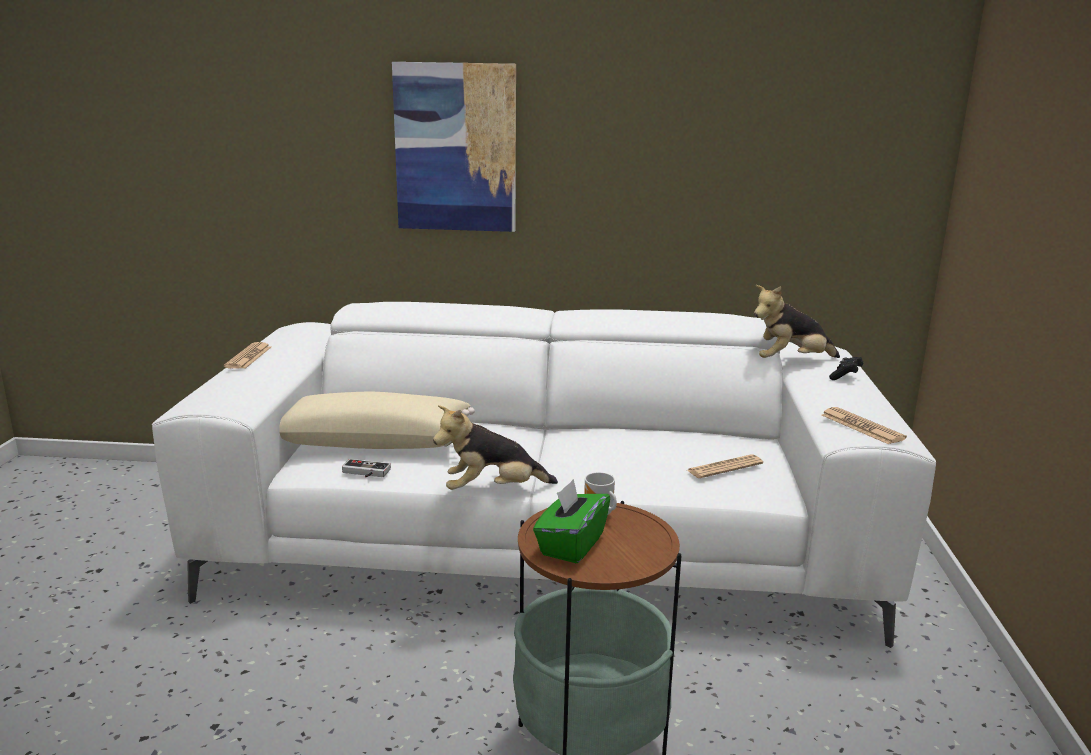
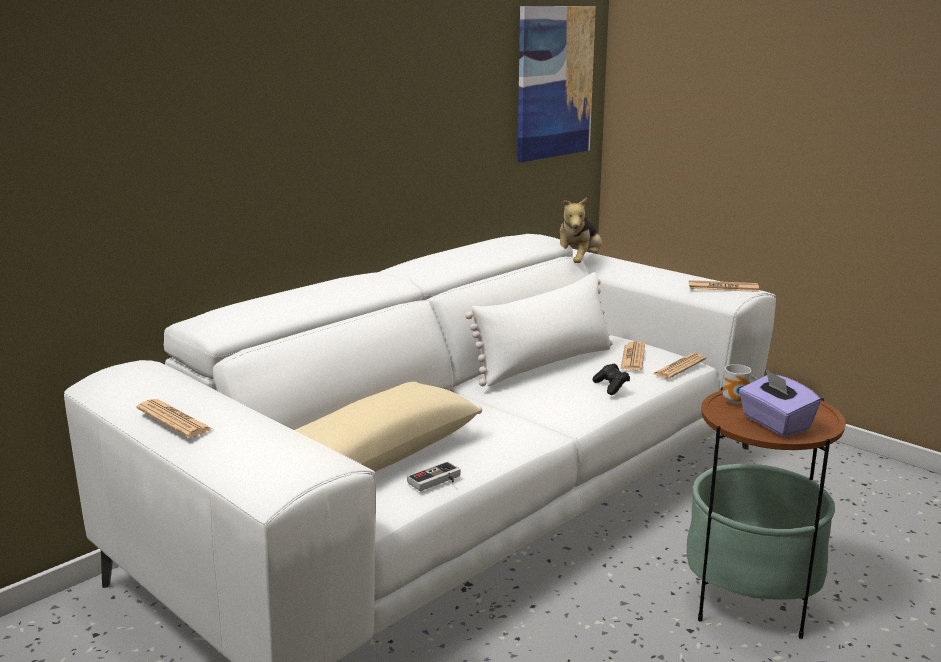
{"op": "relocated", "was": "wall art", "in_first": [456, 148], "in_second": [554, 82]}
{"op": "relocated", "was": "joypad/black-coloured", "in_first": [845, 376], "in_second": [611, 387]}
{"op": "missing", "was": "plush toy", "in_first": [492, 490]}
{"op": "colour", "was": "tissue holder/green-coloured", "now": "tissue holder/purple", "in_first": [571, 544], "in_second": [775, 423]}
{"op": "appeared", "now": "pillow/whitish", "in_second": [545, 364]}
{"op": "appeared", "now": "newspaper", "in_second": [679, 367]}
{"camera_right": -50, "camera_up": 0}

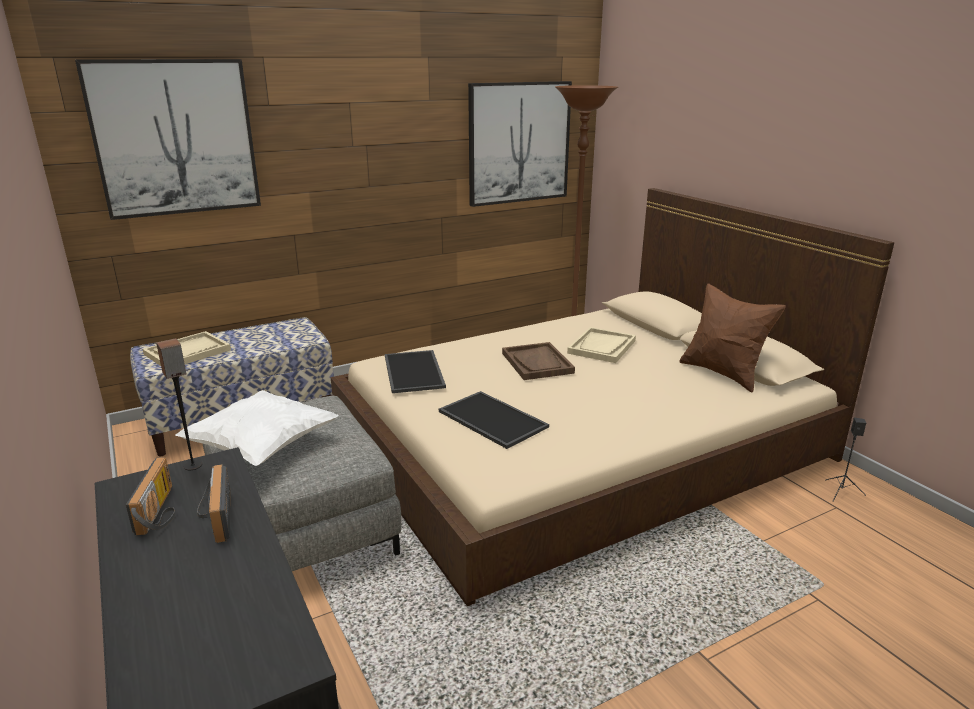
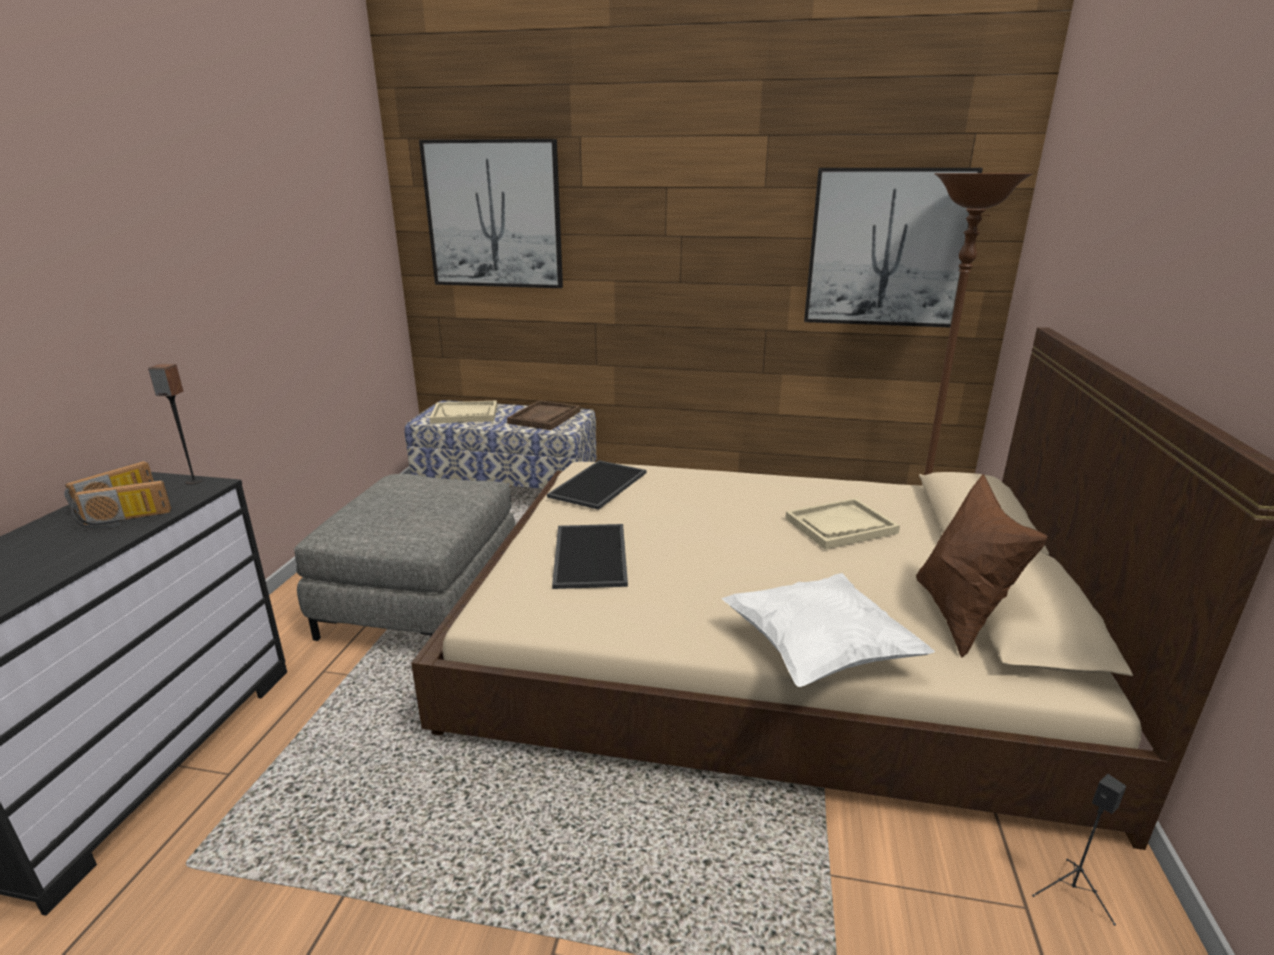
{"op": "relocated", "was": "serving tray/brown-coloured", "in_first": [537, 363], "in_second": [544, 417]}
{"op": "relocated", "was": "pillow/whitish", "in_first": [262, 447], "in_second": [818, 652]}
{"op": "spun", "was": "radio set", "in_first": [214, 517], "in_second": [124, 520], "clockwise": -135}
{"camera_right": 40, "camera_up": 0}

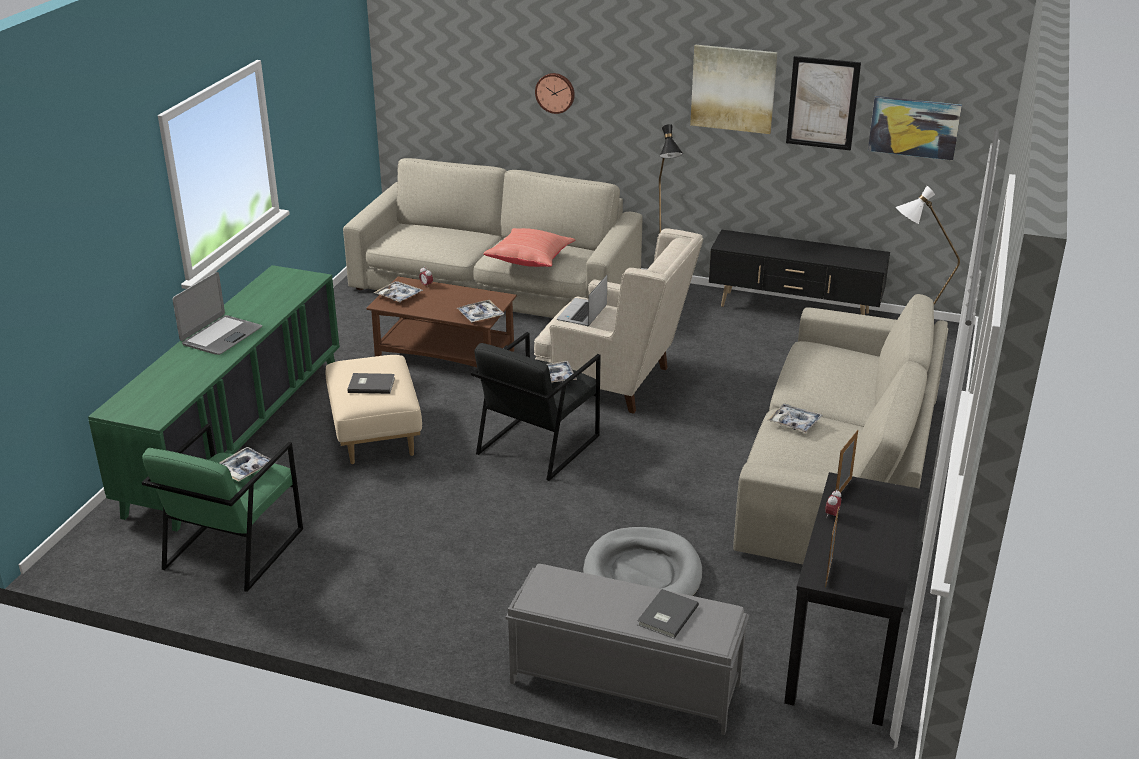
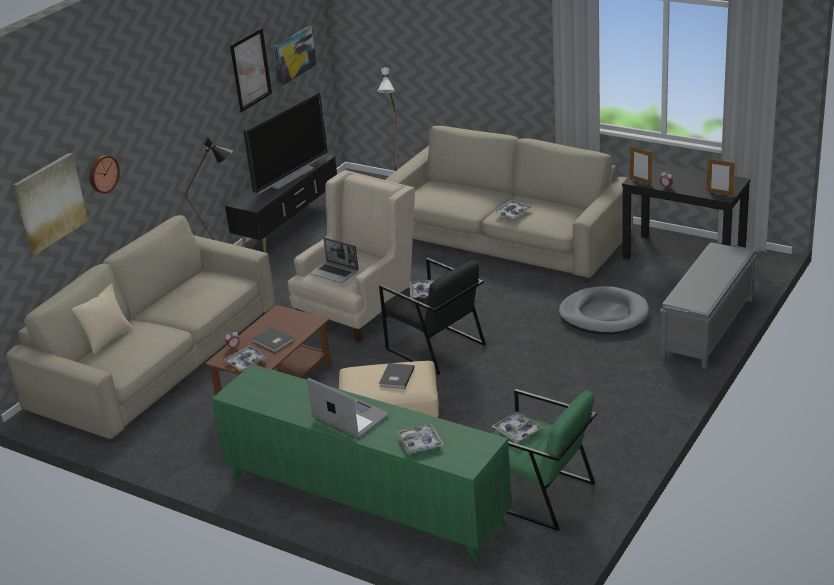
{"op": "relocated", "was": "wall art", "in_first": [733, 88], "in_second": [50, 203]}
{"op": "missing", "was": "pillow/red-coloured", "in_first": [530, 260]}
{"op": "relocated", "was": "serving tray", "in_first": [480, 315], "in_second": [420, 443]}
{"op": "relocated", "was": "volume/greyish", "in_first": [666, 615], "in_second": [272, 341]}
{"op": "appeared", "now": "TV", "in_second": [289, 177]}
{"op": "appeared", "now": "pillow/beige", "in_second": [108, 339]}
{"camera_right": -75, "camera_up": 0}

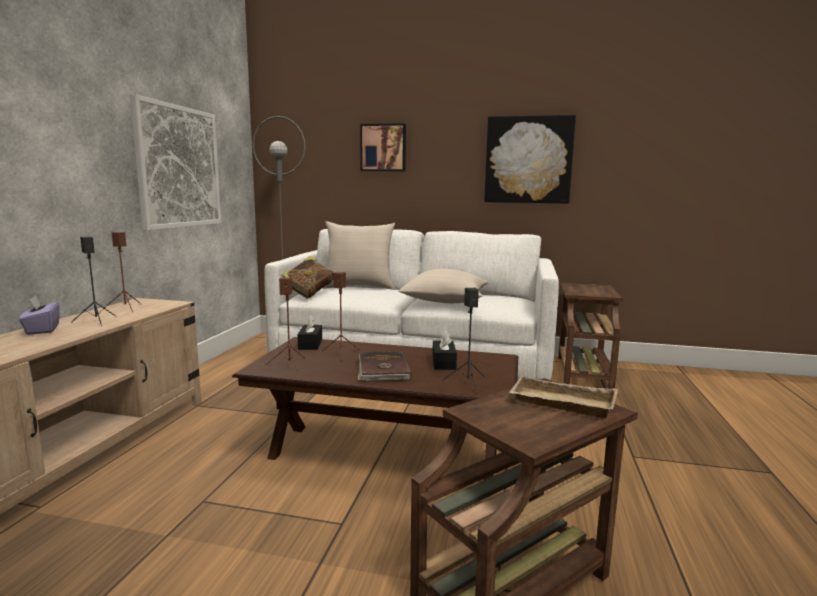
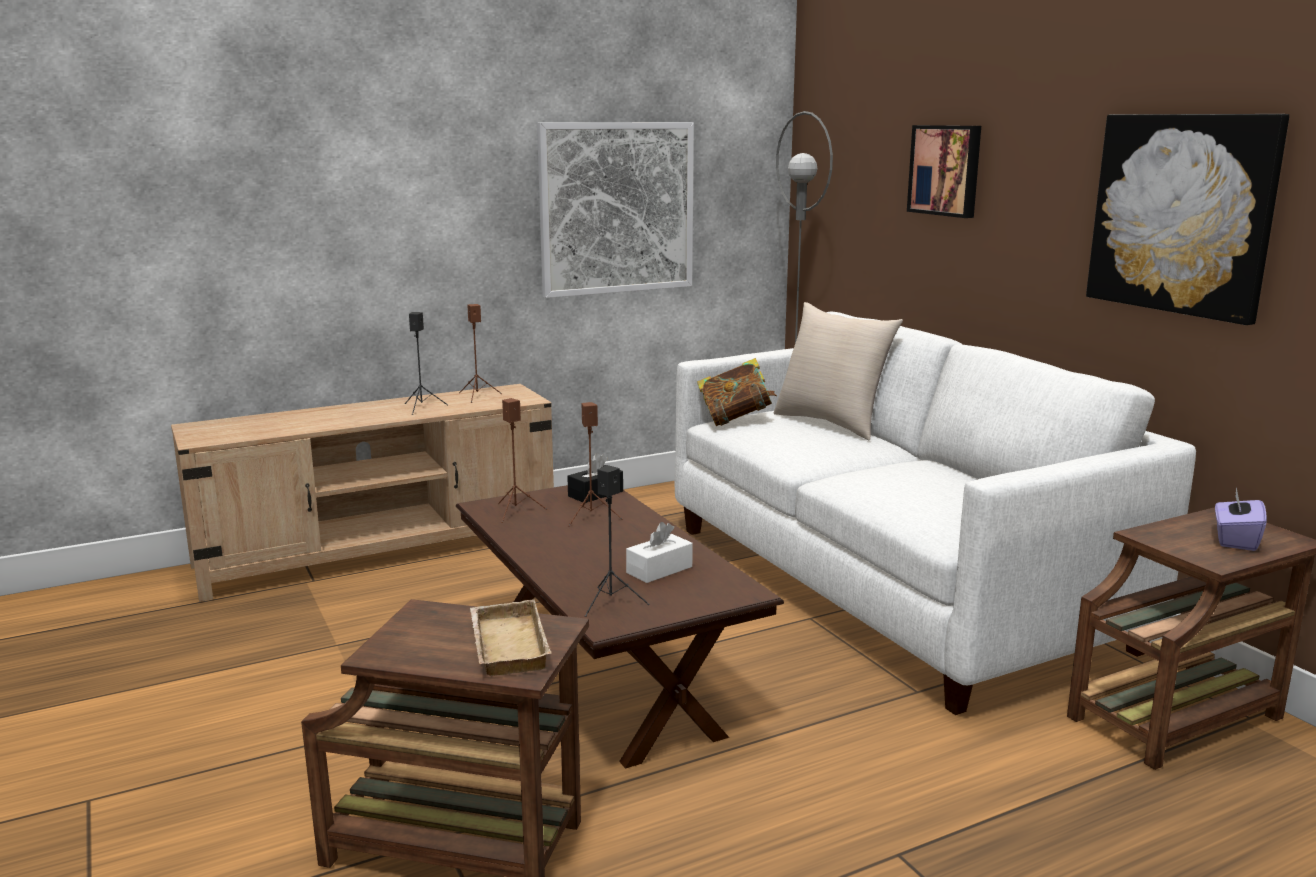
{"op": "missing", "was": "pillow/beige", "in_first": [445, 301]}
{"op": "relocated", "was": "tissue holder/purple", "in_first": [42, 330], "in_second": [1235, 540]}
{"op": "colour", "was": "tissue holder/black-coloured", "now": "tissue holder/whitish", "in_first": [443, 363], "in_second": [659, 570]}
{"op": "missing", "was": "volume/brown-coloured", "in_first": [382, 370]}
{"camera_right": 50, "camera_up": 5}

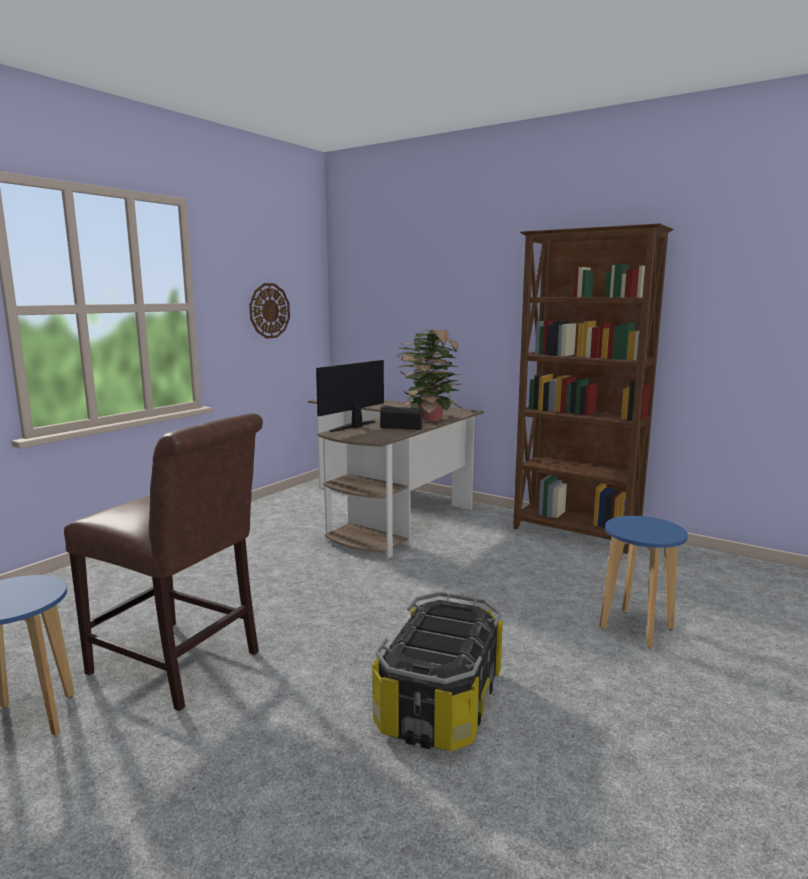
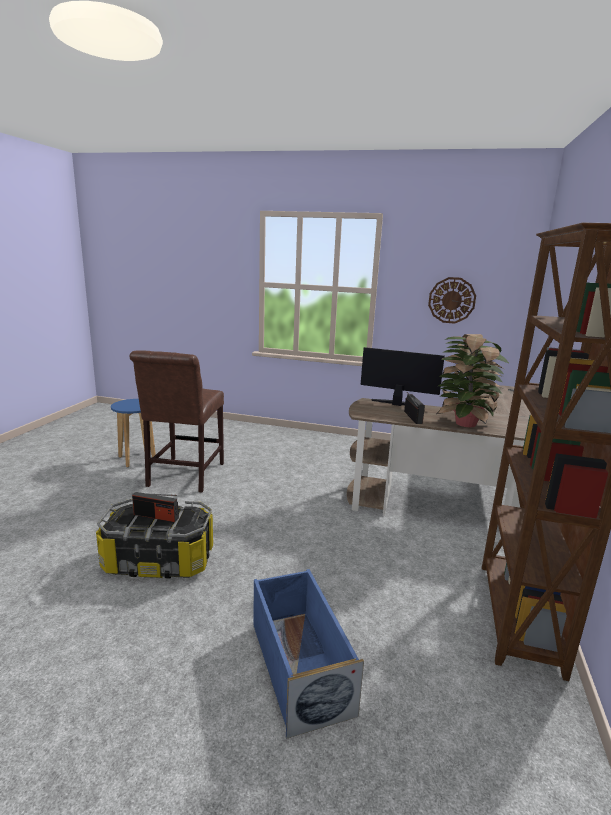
{"op": "exchanged", "was": "stool/blue-coloured", "now": "storage container/blue-coloured", "in_first": [635, 628], "in_second": [298, 666]}
{"op": "appeared", "now": "radio set", "in_second": [156, 516]}
{"camera_right": 70, "camera_up": 5}

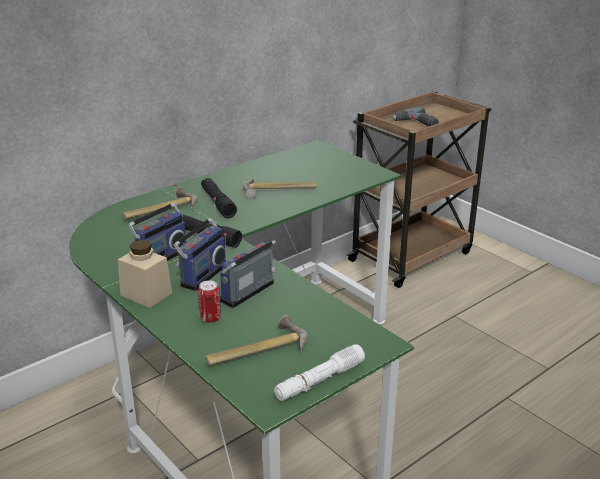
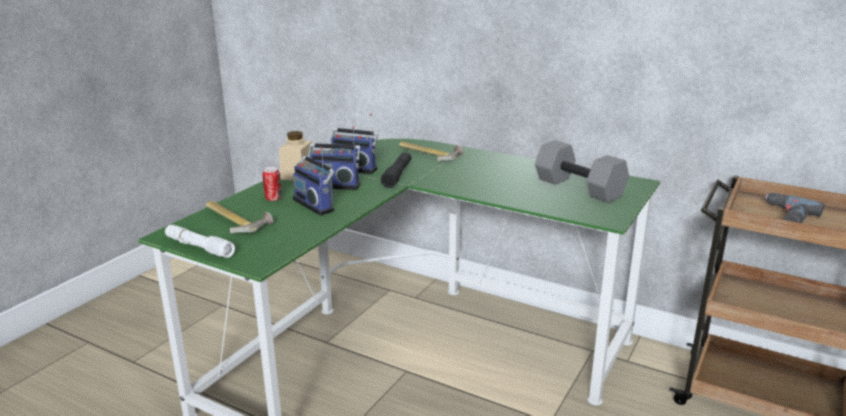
{"op": "missing", "was": "tool hammer", "in_first": [279, 191]}
{"op": "missing", "was": "torch/black-coloured", "in_first": [218, 203]}
{"op": "spun", "was": "radio set", "in_first": [250, 293], "in_second": [316, 204], "clockwise": -150}
{"op": "appeared", "now": "free weight/greyish", "in_second": [580, 188]}
{"camera_right": 70, "camera_up": -5}

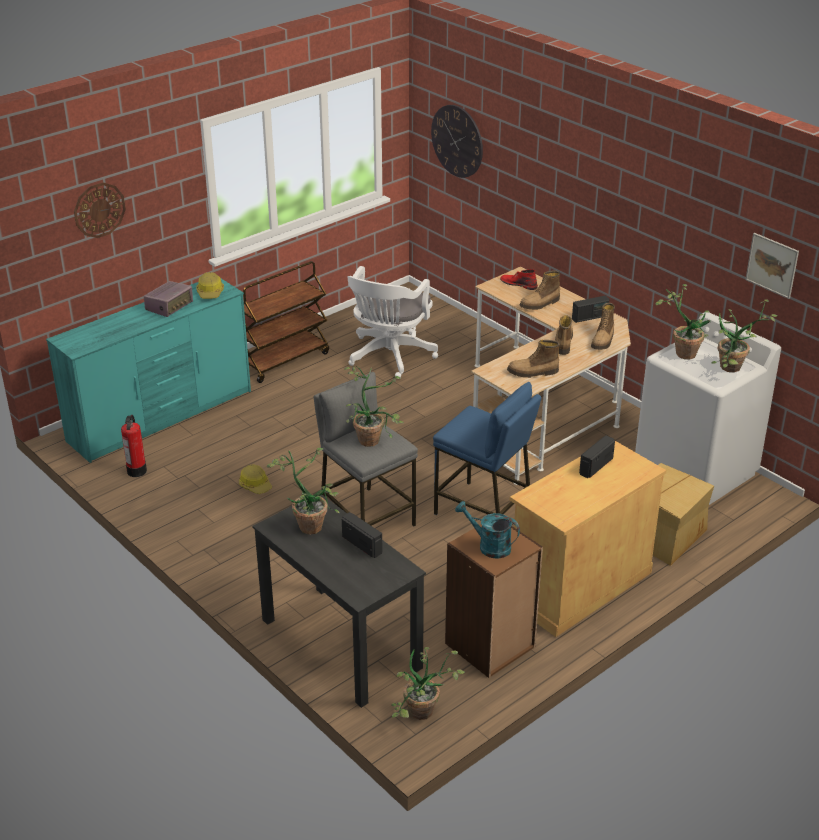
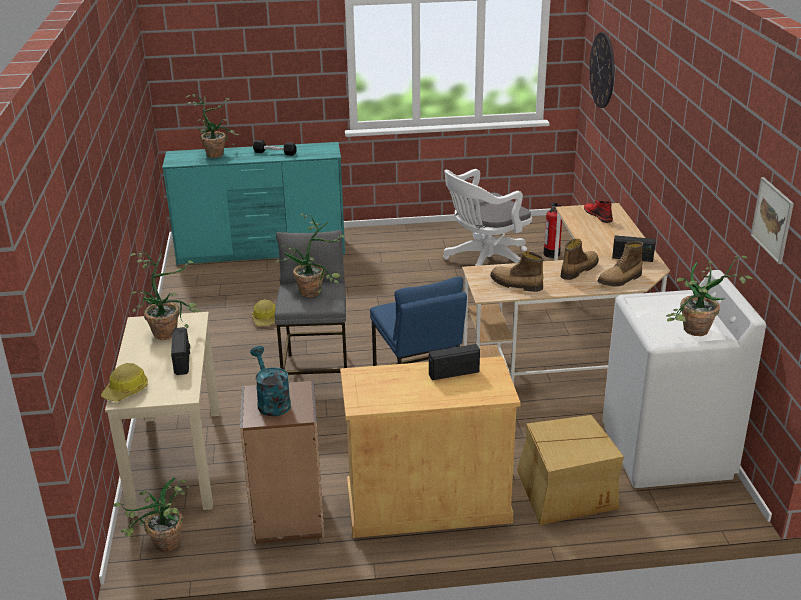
{"op": "missing", "was": "clock on the wall", "in_first": [99, 210]}
{"op": "missing", "was": "wheeled cart/brown-coloured", "in_first": [284, 360]}
{"op": "missing", "was": "high-top boot", "in_first": [540, 304]}
{"op": "relocated", "was": "safety helmet", "in_first": [210, 292], "in_second": [126, 390]}
{"op": "exchanged", "was": "radio set", "now": "free weight/black-coloured", "in_first": [169, 306], "in_second": [275, 153]}
{"op": "relocated", "was": "potted plant", "in_first": [682, 351], "in_second": [216, 153]}
{"op": "relocated", "was": "extinguisher", "in_first": [137, 471], "in_second": [551, 254]}
{"op": "colour", "was": "desk/black-coloured", "now": "desk/beige", "in_first": [340, 643], "in_second": [177, 459]}
{"camera_right": 35, "camera_up": -5}

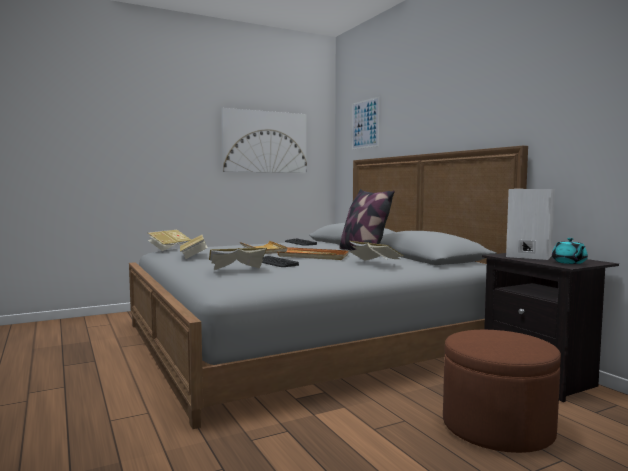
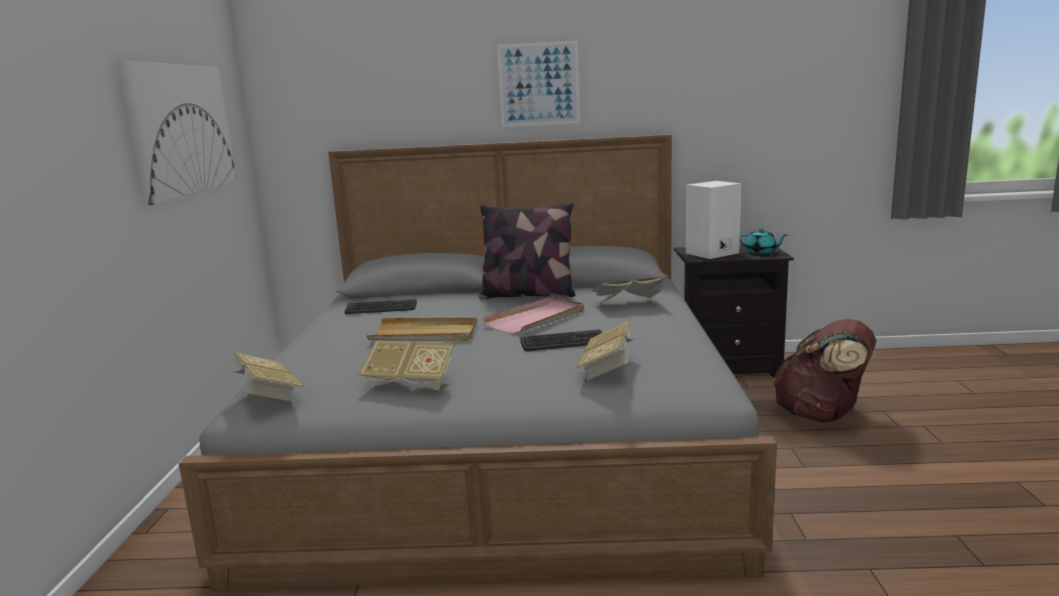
{"op": "relocated", "was": "wall art", "in_first": [365, 124], "in_second": [539, 84]}
{"op": "colour", "was": "serving tray/orangey", "now": "serving tray/pink", "in_first": [314, 256], "in_second": [535, 319]}
{"op": "exchanged", "was": "footrest/brown-coloured", "now": "rucksack/brown-coloured", "in_first": [497, 428], "in_second": [822, 415]}
{"camera_right": -60, "camera_up": 10}

